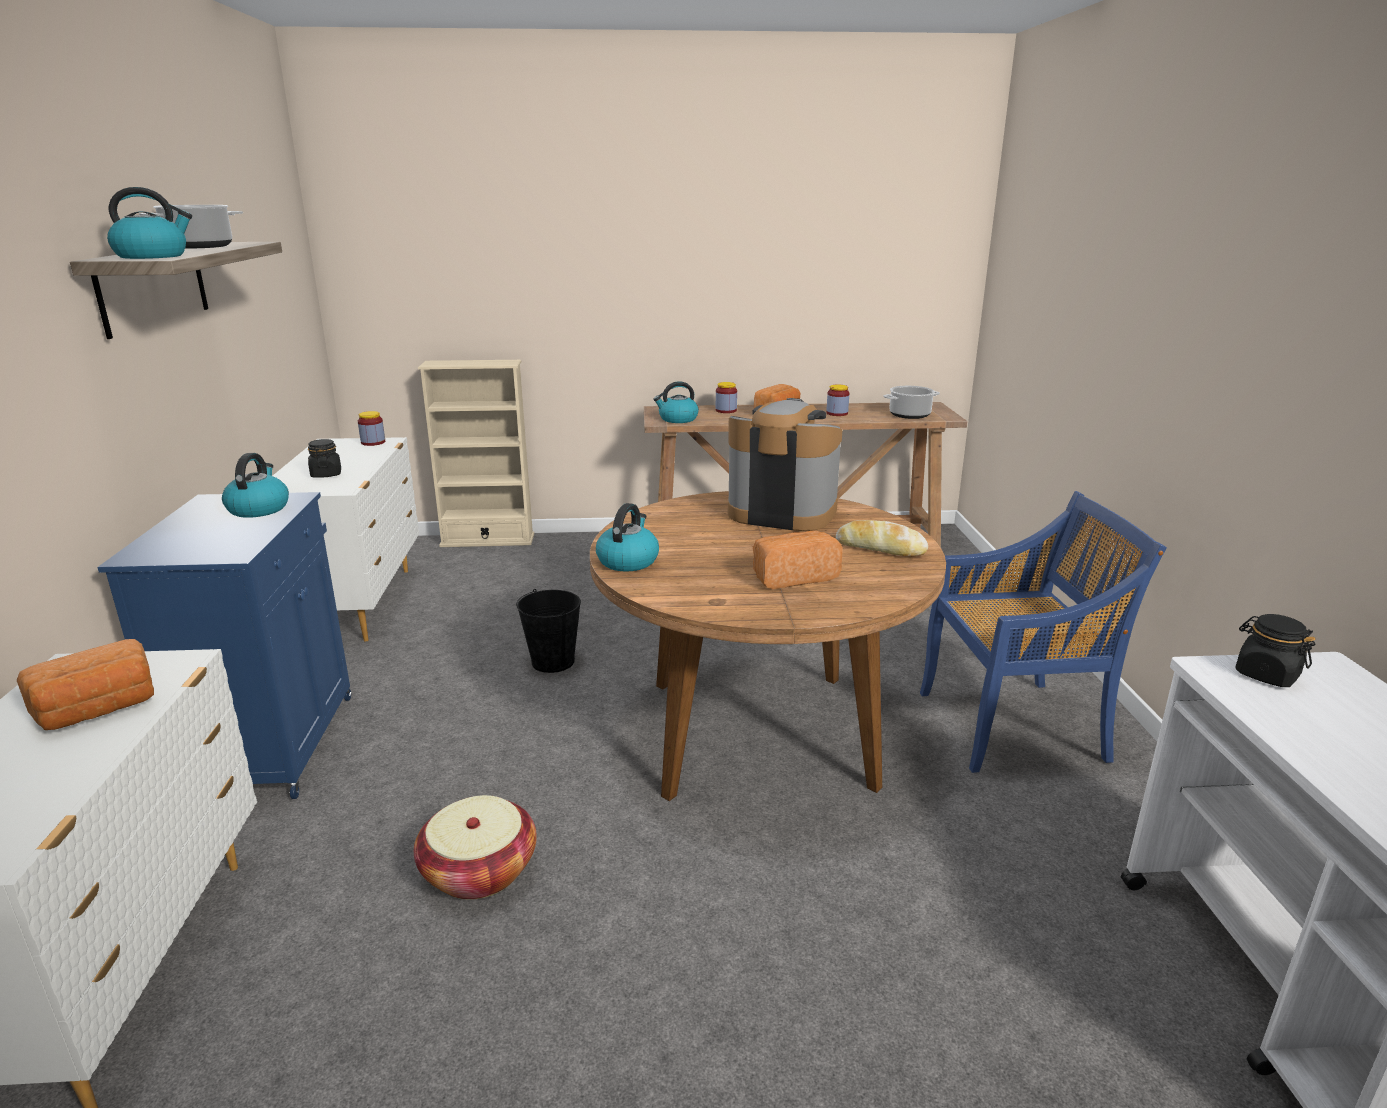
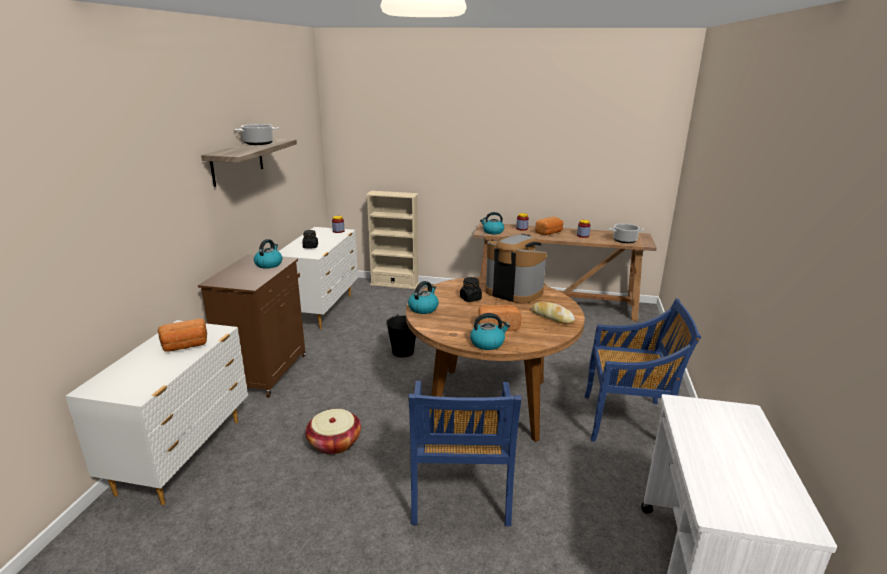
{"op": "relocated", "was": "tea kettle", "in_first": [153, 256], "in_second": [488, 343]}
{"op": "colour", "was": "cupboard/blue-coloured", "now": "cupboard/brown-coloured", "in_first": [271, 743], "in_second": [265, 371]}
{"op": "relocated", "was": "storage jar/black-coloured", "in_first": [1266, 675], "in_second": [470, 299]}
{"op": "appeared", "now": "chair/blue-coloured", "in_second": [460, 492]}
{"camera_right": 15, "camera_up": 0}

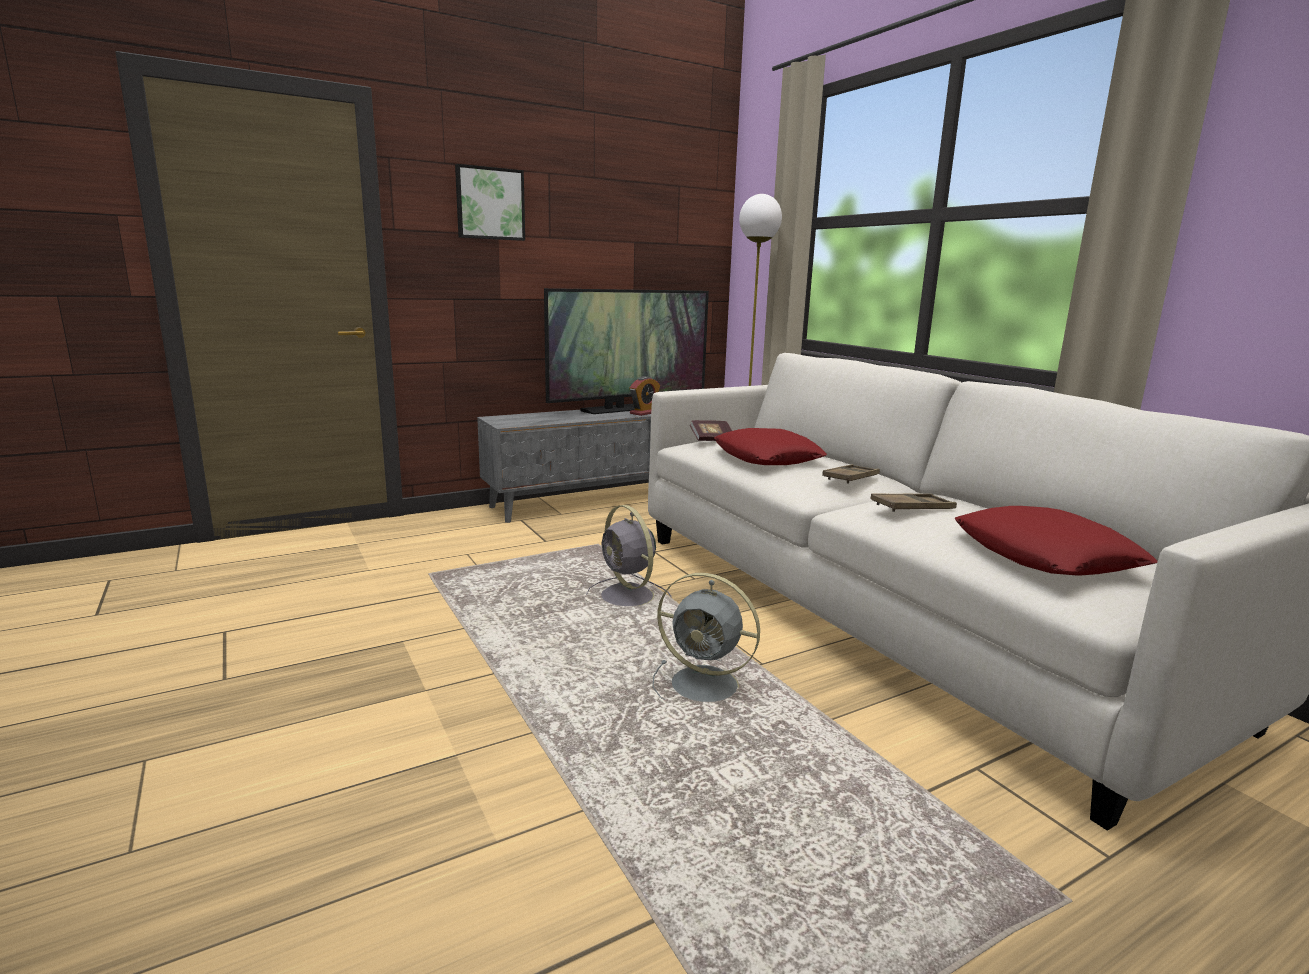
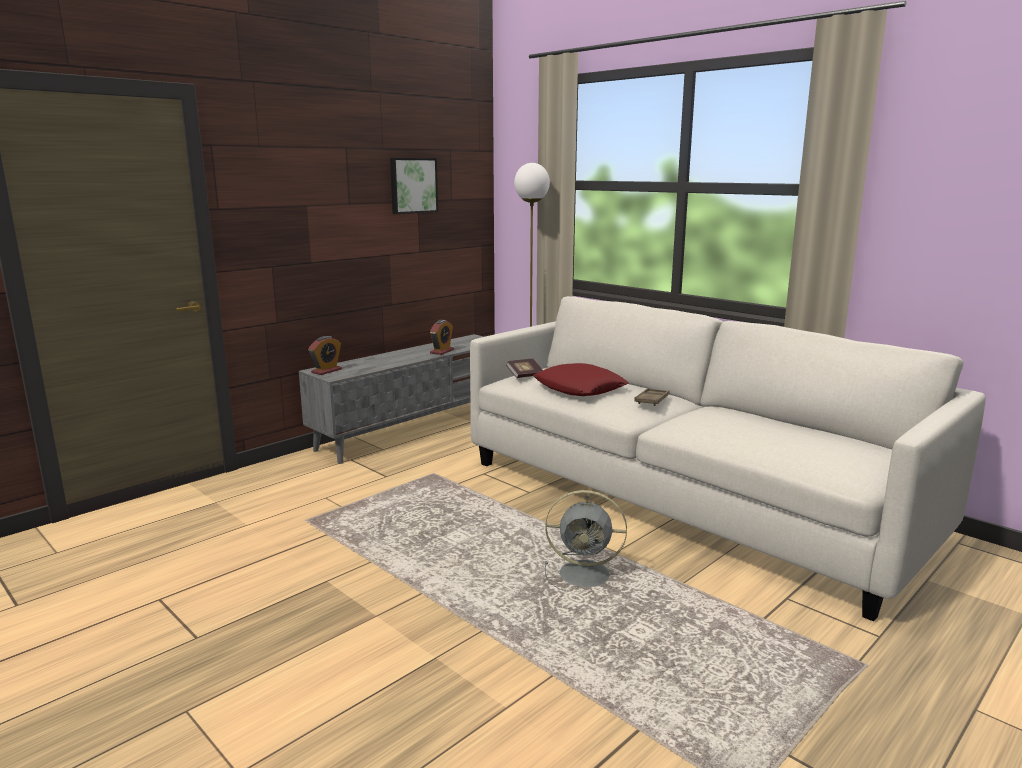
{"op": "relocated", "was": "wall art", "in_first": [489, 204], "in_second": [412, 185]}
{"op": "missing", "was": "TV", "in_first": [628, 409]}
{"op": "missing", "was": "serving tray/brown-coloured", "in_first": [912, 508]}
{"op": "missing", "was": "electric fan/greyish", "in_first": [628, 597]}
{"op": "missing", "was": "pillow/red-coloured", "in_first": [1045, 555]}
{"op": "appeared", "now": "bedside clock", "in_second": [326, 371]}
{"camera_right": -15, "camera_up": 0}

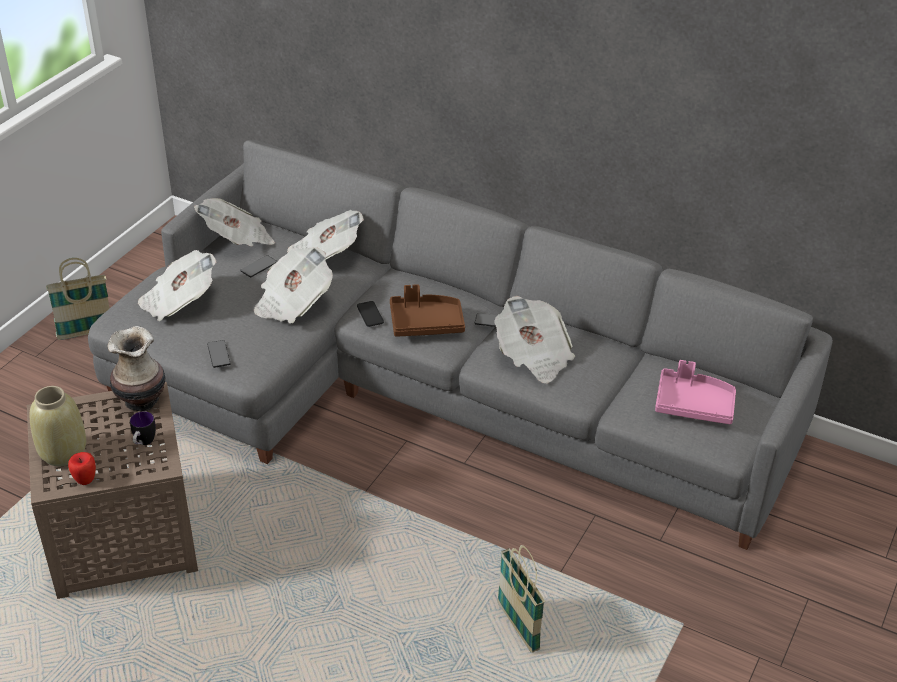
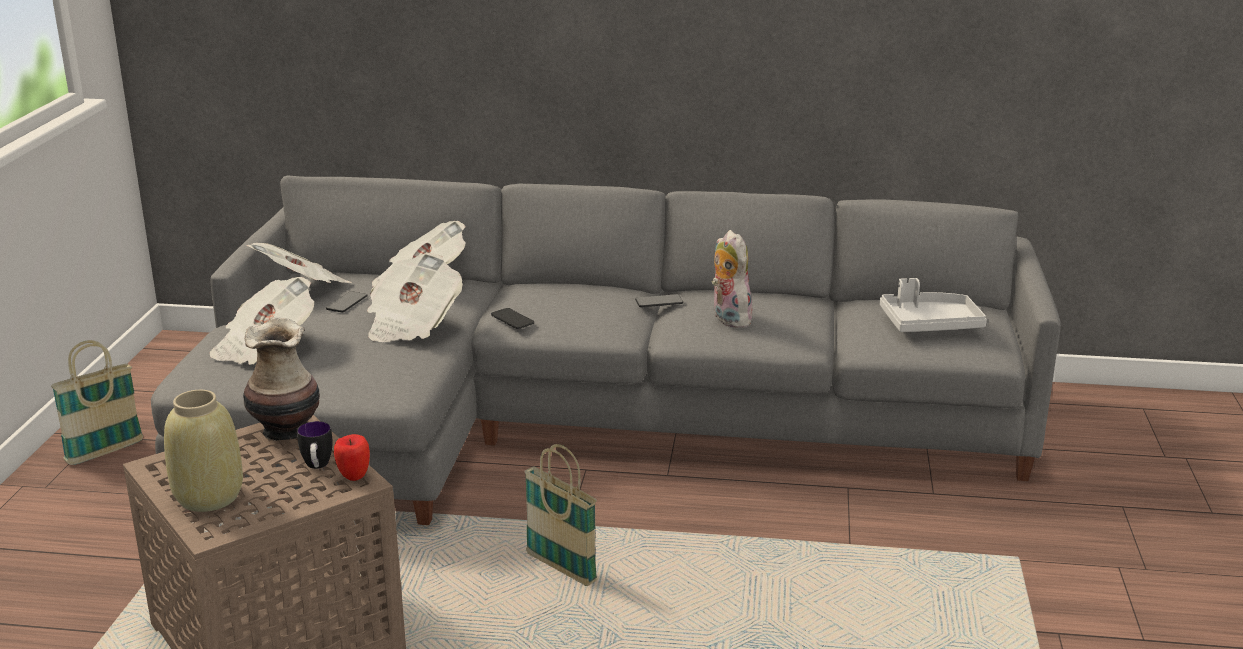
{"op": "missing", "was": "serving tray/brown-coloured", "in_first": [426, 323]}
{"op": "exchanged", "was": "newspaper", "now": "plush toy", "in_first": [533, 356], "in_second": [728, 319]}
{"op": "missing", "was": "handset", "in_first": [219, 354]}
{"op": "colour", "was": "serving tray/pink", "now": "serving tray/greyish", "in_first": [693, 405], "in_second": [929, 324]}
{"op": "relocated", "was": "apple", "in_first": [85, 480], "in_second": [354, 476]}
{"op": "relocated", "was": "basket", "in_first": [518, 627], "in_second": [561, 569]}
{"camera_right": -20, "camera_up": -15}

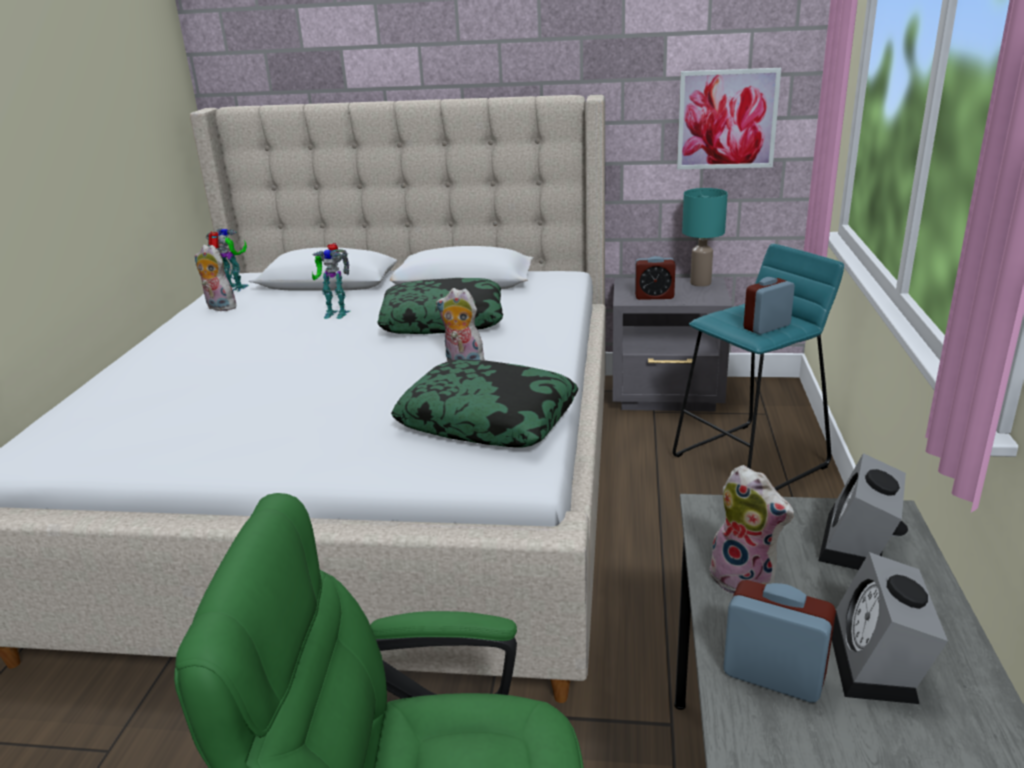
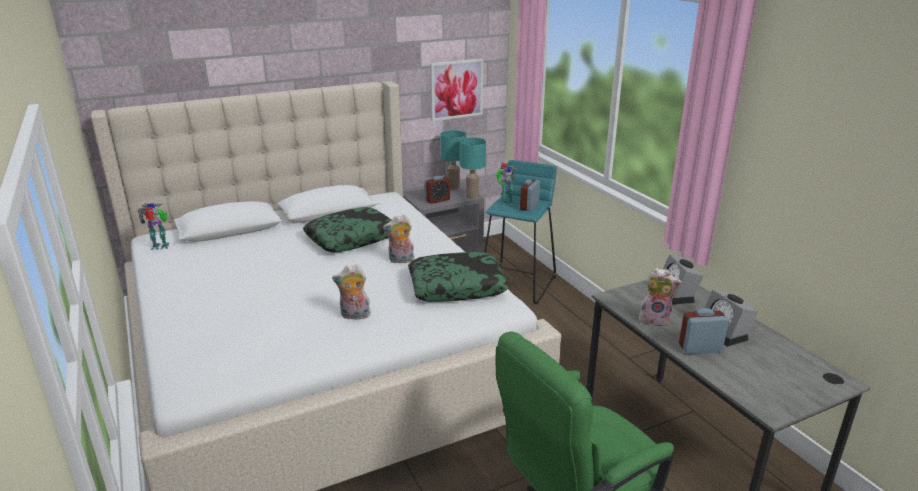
{"op": "relocated", "was": "robot figure", "in_first": [336, 313], "in_second": [505, 204]}
{"op": "relocated", "was": "plush toy", "in_first": [219, 307], "in_second": [354, 316]}
{"op": "appeared", "now": "tabletop lamp/turquoise-coloured", "in_second": [471, 196]}
{"camera_right": -35, "camera_up": 0}

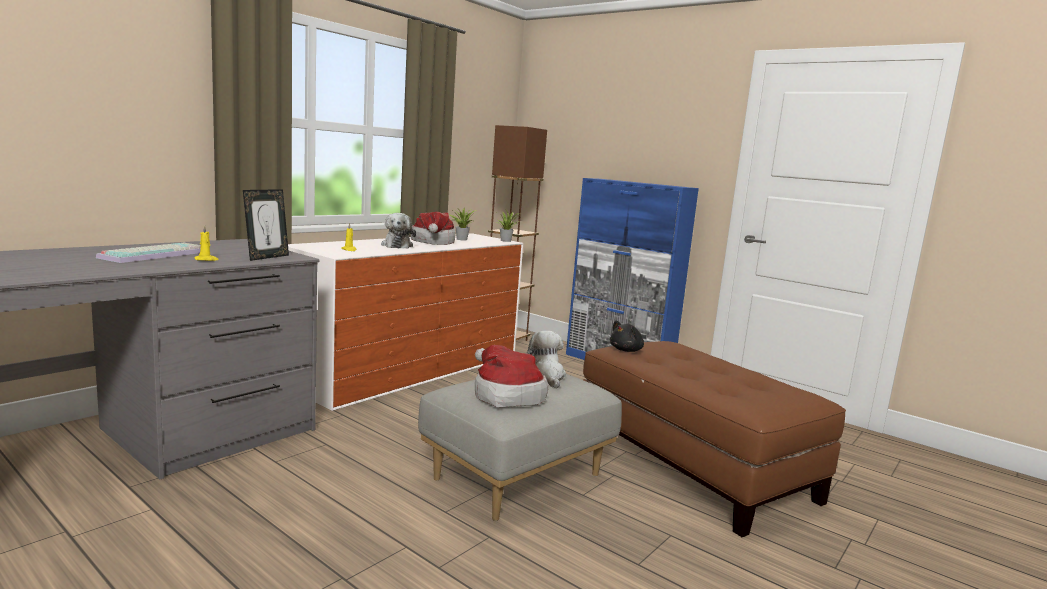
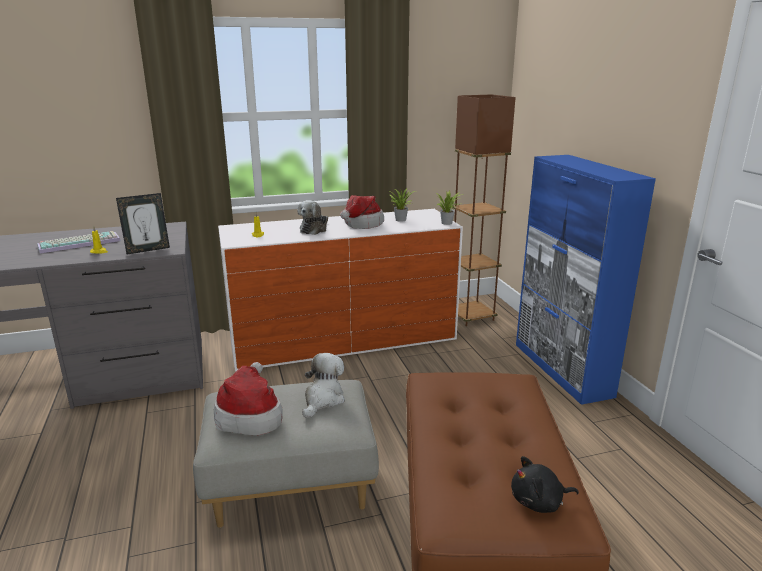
{"op": "relocated", "was": "plush toy/black-coloured", "in_first": [627, 350], "in_second": [539, 502]}
{"camera_right": 35, "camera_up": 10}

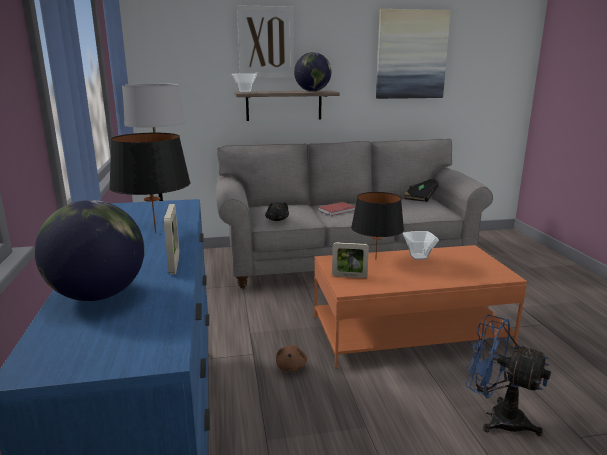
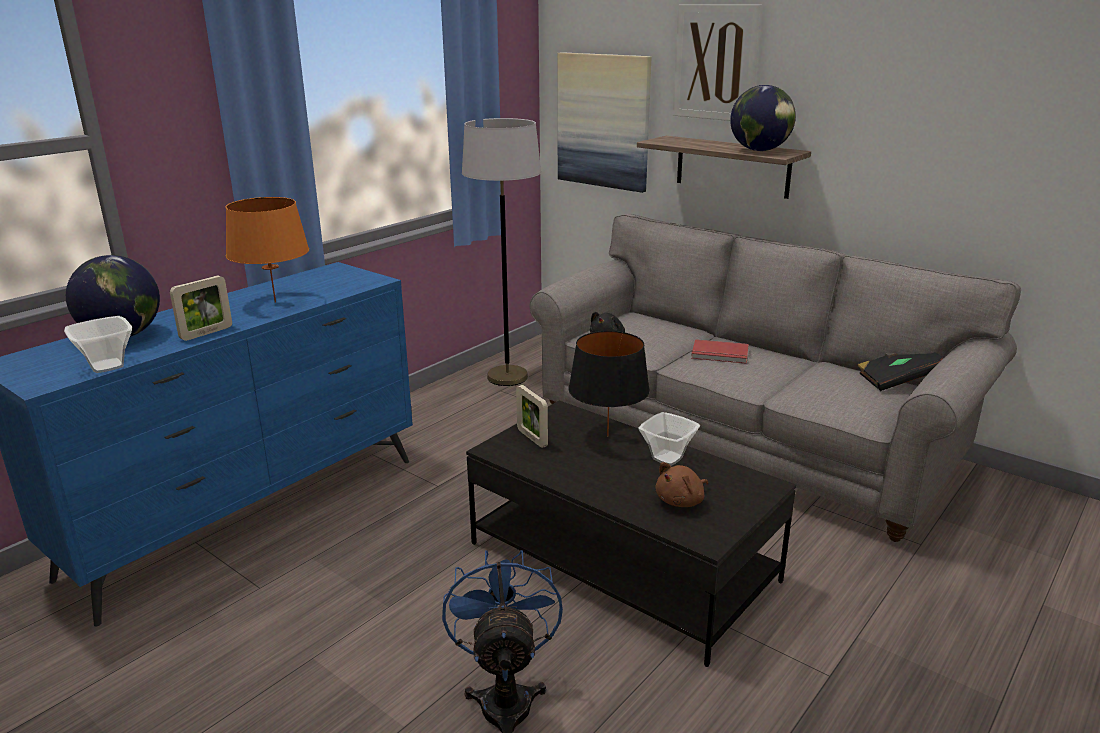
{"op": "relocated", "was": "wall art", "in_first": [411, 55], "in_second": [603, 121]}
{"op": "relocated", "was": "bowl", "in_first": [245, 92], "in_second": [106, 367]}
{"op": "colour", "was": "tabletop lamp/black-coloured", "now": "tabletop lamp/orangey", "in_first": [155, 233], "in_second": [275, 302]}
{"op": "colour", "was": "coffee table/orangey", "now": "coffee table/black-coloured", "in_first": [409, 331], "in_second": [622, 562]}
{"op": "relocated", "was": "plush toy/brown-coloured", "in_first": [291, 367], "in_second": [681, 501]}
{"camera_right": 50, "camera_up": 5}

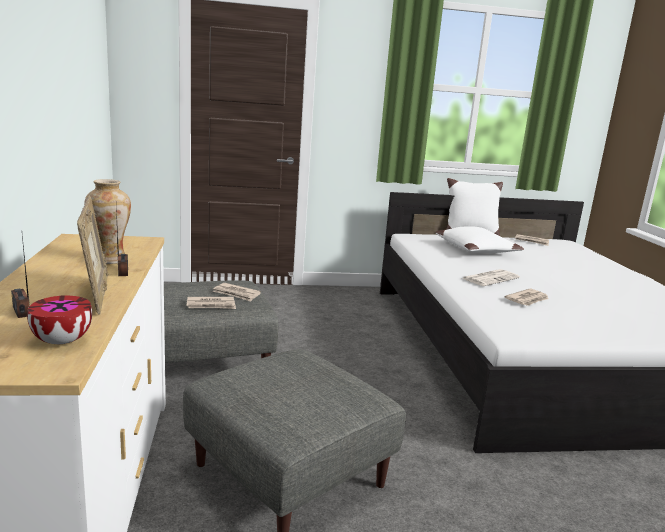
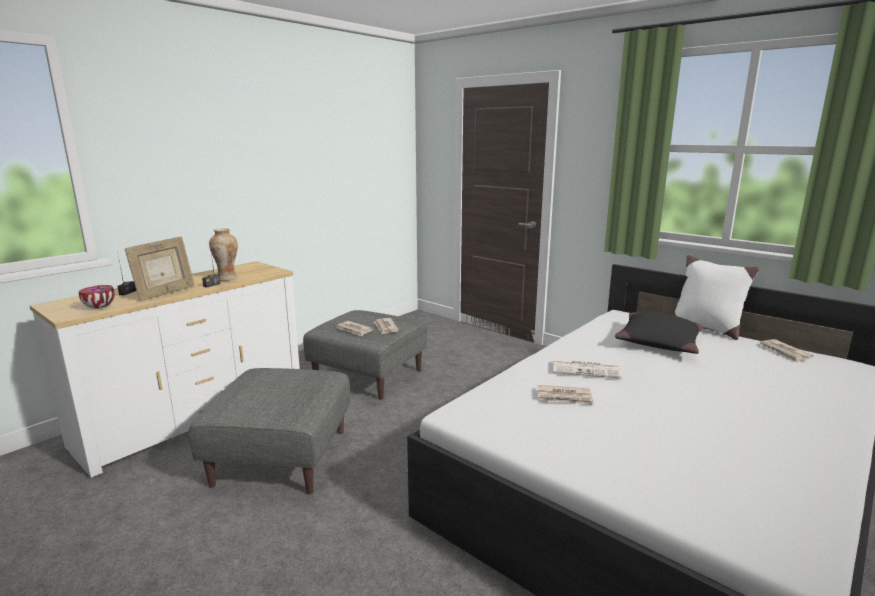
{"op": "colour", "was": "pillow/whitish", "now": "pillow/black-coloured", "in_first": [476, 250], "in_second": [659, 342]}
{"camera_right": 50, "camera_up": 0}

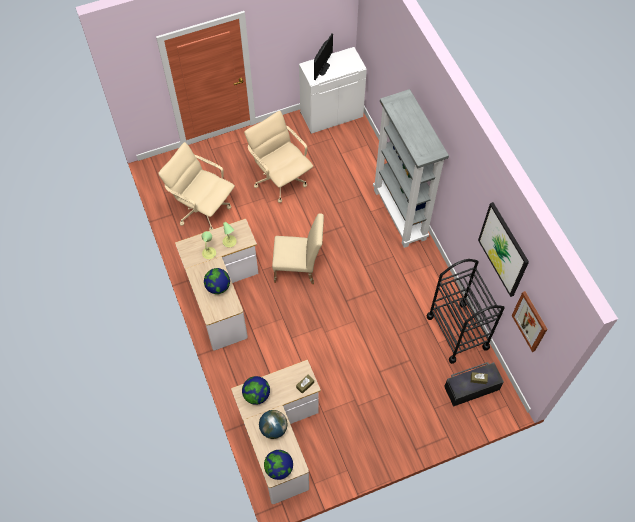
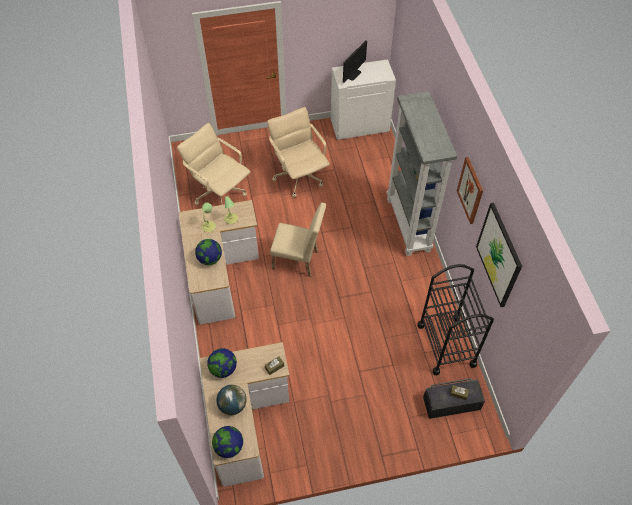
{"op": "relocated", "was": "wall art", "in_first": [530, 321], "in_second": [470, 190]}
{"camera_right": 10, "camera_up": -5}

